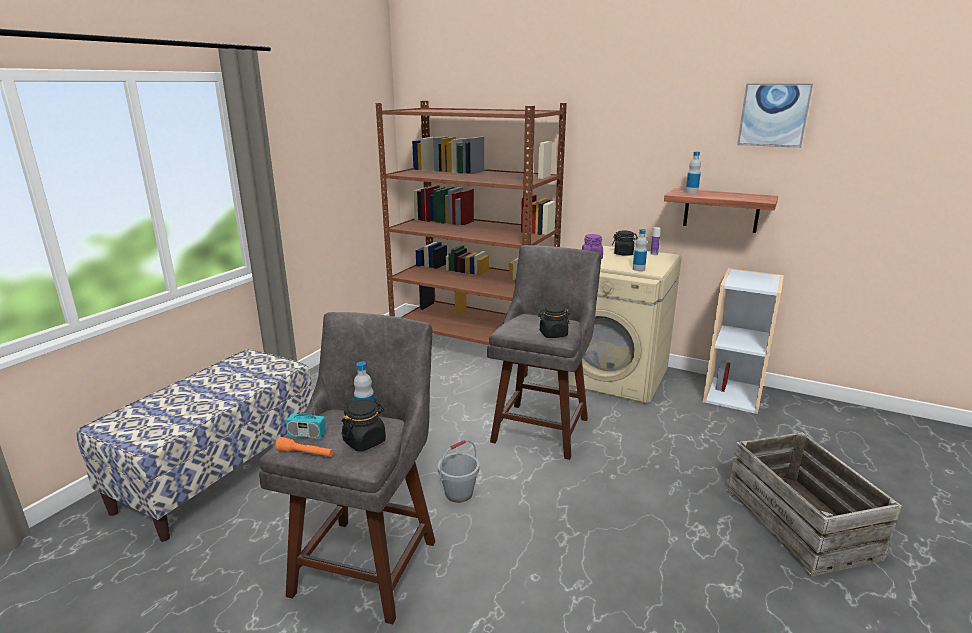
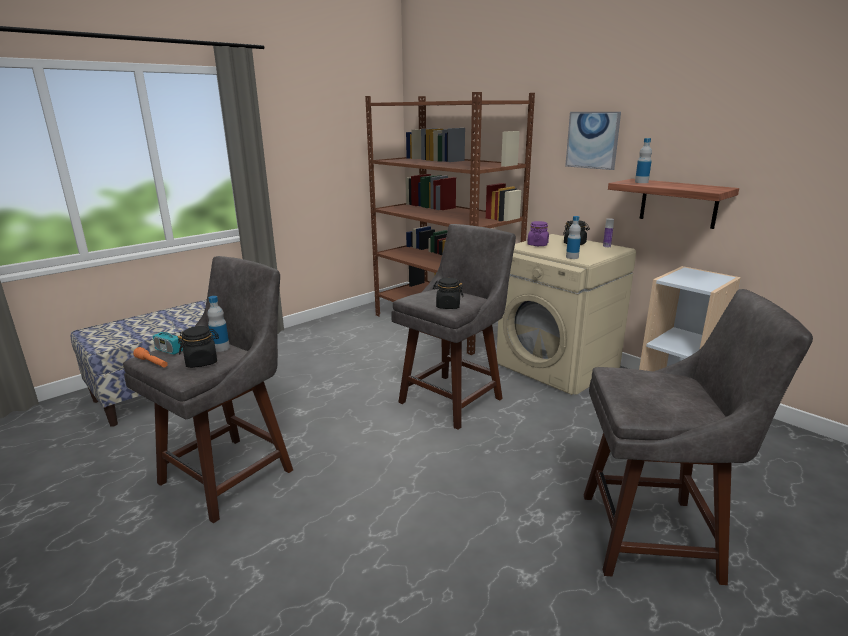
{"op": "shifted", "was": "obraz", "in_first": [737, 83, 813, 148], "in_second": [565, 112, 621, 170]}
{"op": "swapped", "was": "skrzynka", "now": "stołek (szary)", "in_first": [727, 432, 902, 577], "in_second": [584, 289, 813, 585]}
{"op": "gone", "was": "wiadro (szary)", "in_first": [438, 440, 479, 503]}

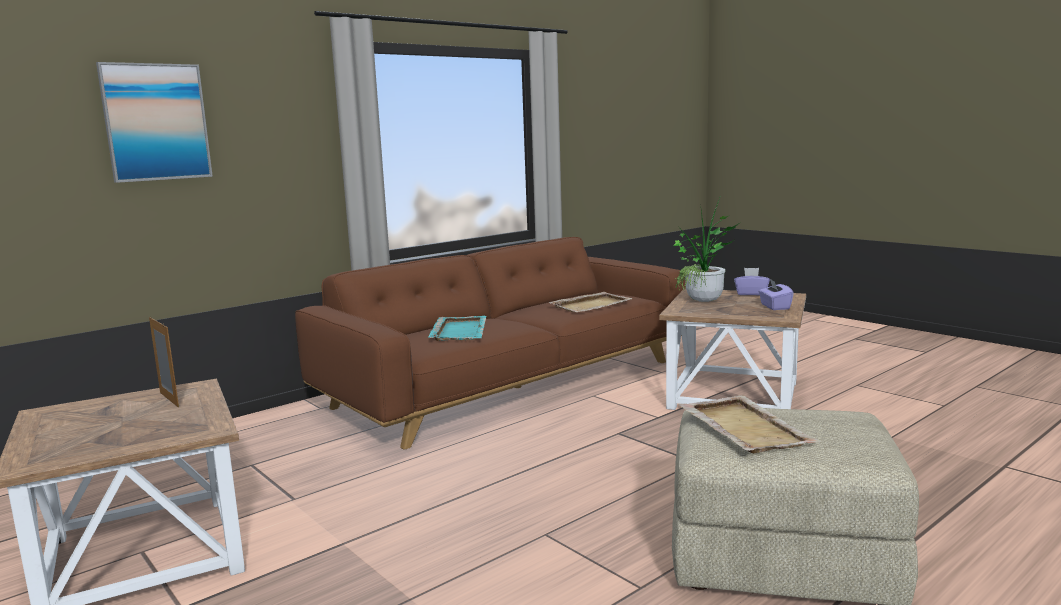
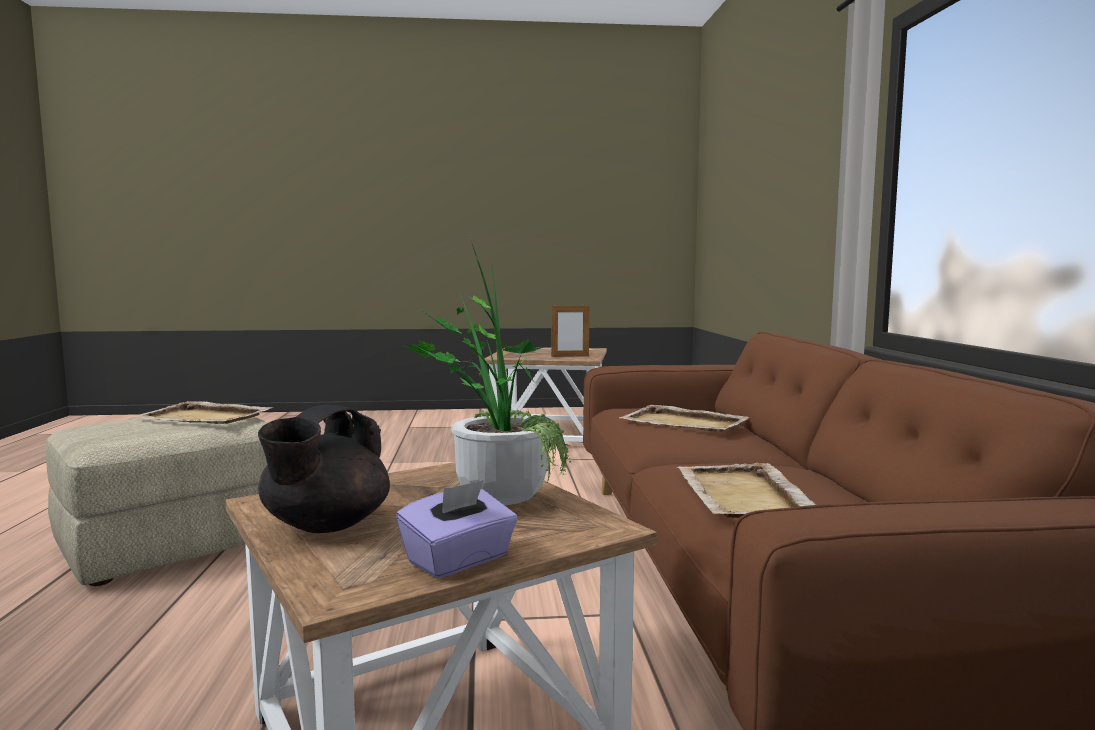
{"op": "gone", "was": "obraz", "in_first": [96, 62, 213, 183]}
{"op": "swapped", "was": "pudełko chusteczek (fioletowy)", "now": "imbryk (czarny)", "in_first": [758, 279, 794, 310], "in_second": [258, 405, 390, 533]}
{"op": "repainted", "was": "taca (turkusowy)", "now": "taca (beżowy)", "in_first": [428, 316, 486, 341], "in_second": [619, 405, 749, 432]}

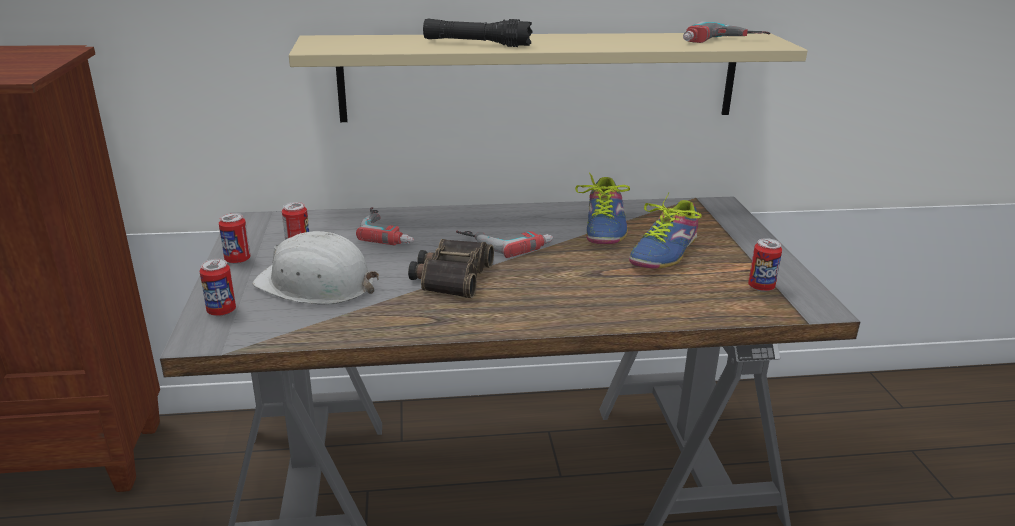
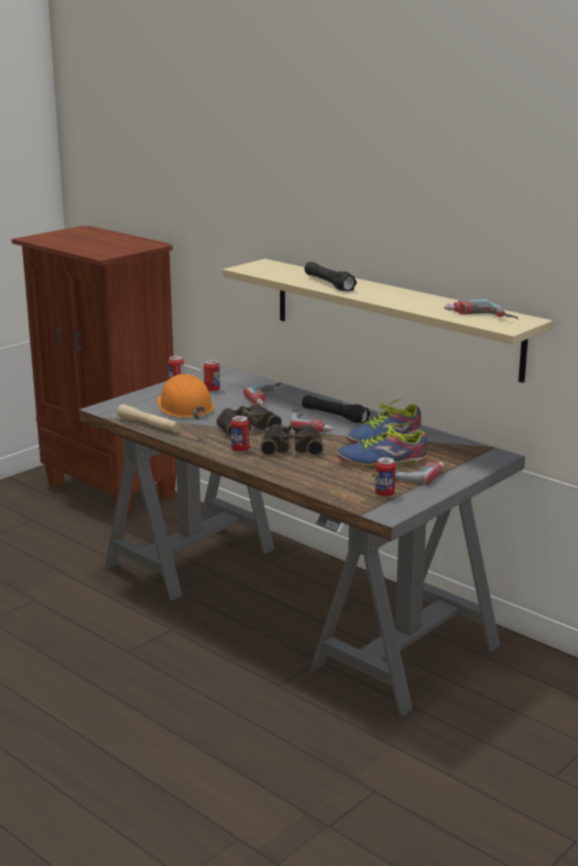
{"op": "repainted", "was": "kask (biały)", "now": "kask (pomarańczowy)", "in_first": [252, 231, 379, 305], "in_second": [158, 374, 214, 419]}
{"op": "shifted", "was": "puszka", "in_first": [199, 259, 236, 316], "in_second": [231, 416, 249, 452]}
{"op": "new", "now": "latarka (czarny)", "in_second": [302, 395, 371, 423]}
{"op": "new", "now": "latarka (beżowy)", "in_second": [117, 404, 180, 432]}
{"op": "new", "now": "lornetka", "in_second": [260, 424, 324, 456]}
{"op": "new", "now": "wiertarka", "in_second": [372, 462, 444, 485]}

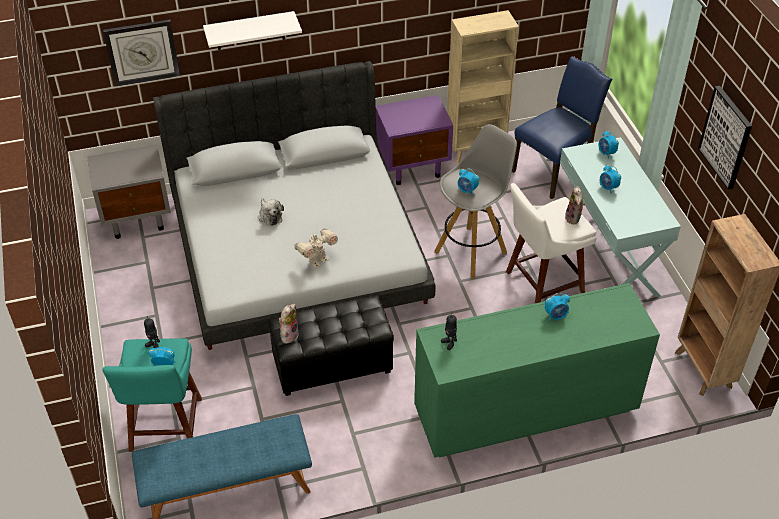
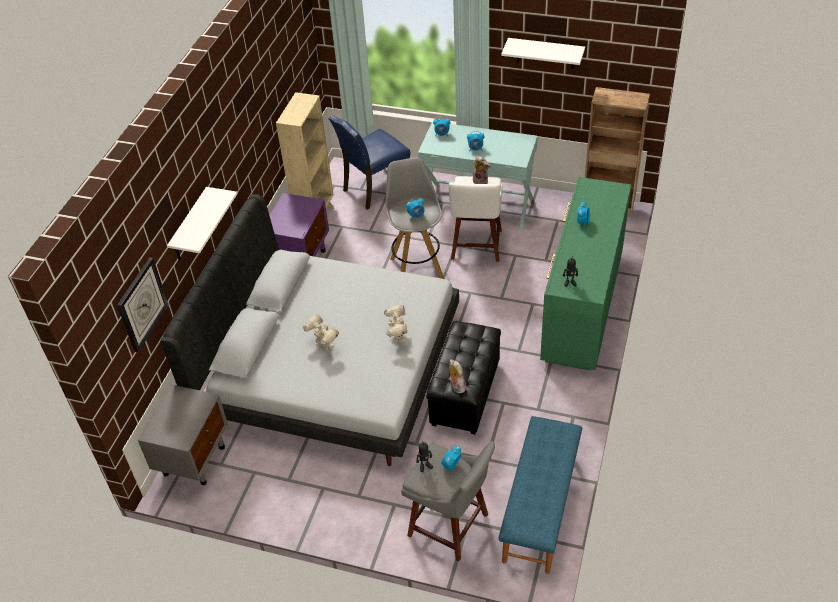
{"op": "rotated", "was": "krzesło (niebieski)", "in_first": [512, 56, 612, 199], "in_second": [328, 115, 411, 210], "clockwise": -120}
{"op": "swapped", "was": "obraz", "now": "półka (biały)", "in_first": [698, 86, 752, 190], "in_second": [501, 38, 585, 69]}
{"op": "swapped", "was": "pluszak", "now": "robot zabawkowy", "in_first": [259, 198, 284, 226], "in_second": [303, 314, 339, 350]}
{"op": "repainted", "was": "stołek (turkusowy)", "now": "stołek (szary)", "in_first": [102, 338, 202, 452], "in_second": [401, 441, 495, 561]}

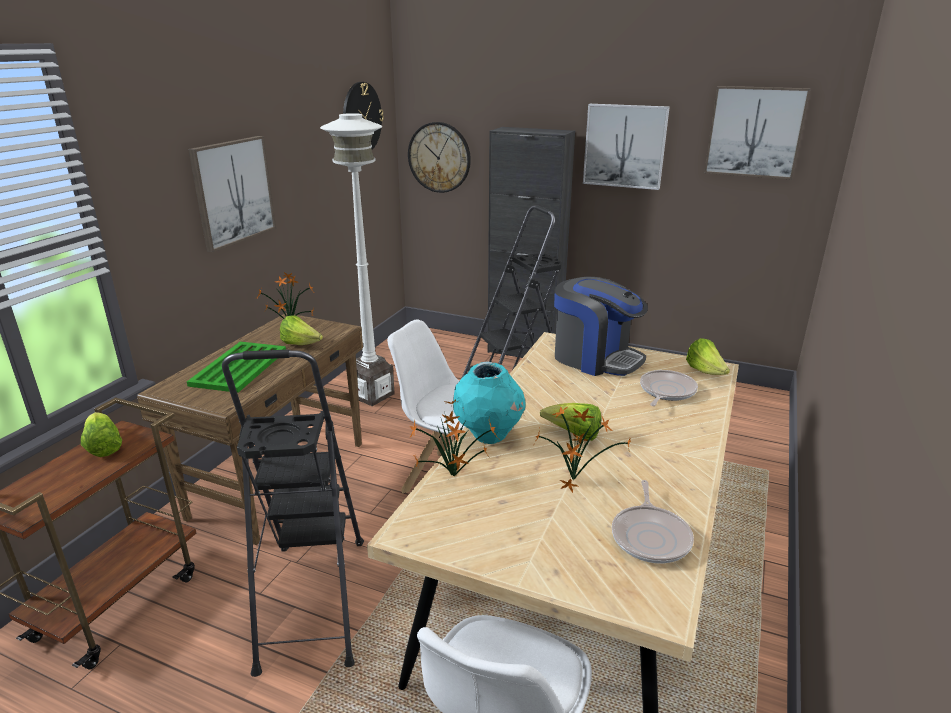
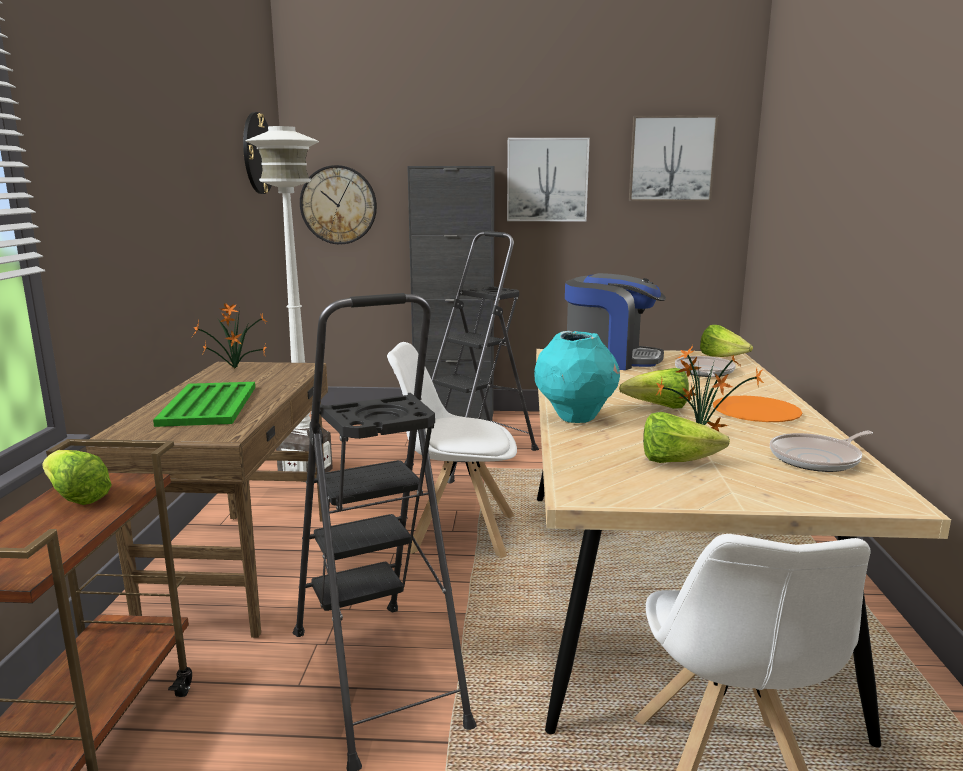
{"op": "gone", "was": "obraz", "in_first": [188, 136, 276, 252]}
{"op": "shifted", "was": "sałata", "in_first": [280, 315, 323, 345], "in_second": [643, 412, 730, 463]}
{"op": "gone", "was": "roślina doniczkowa", "in_first": [409, 400, 499, 477]}
{"op": "rotated", "was": "patelnia", "in_first": [612, 480, 694, 563], "in_second": [770, 431, 873, 472], "clockwise": 75}
{"op": "new", "now": "talerz (pomarańczowy)", "in_second": [713, 396, 803, 422]}

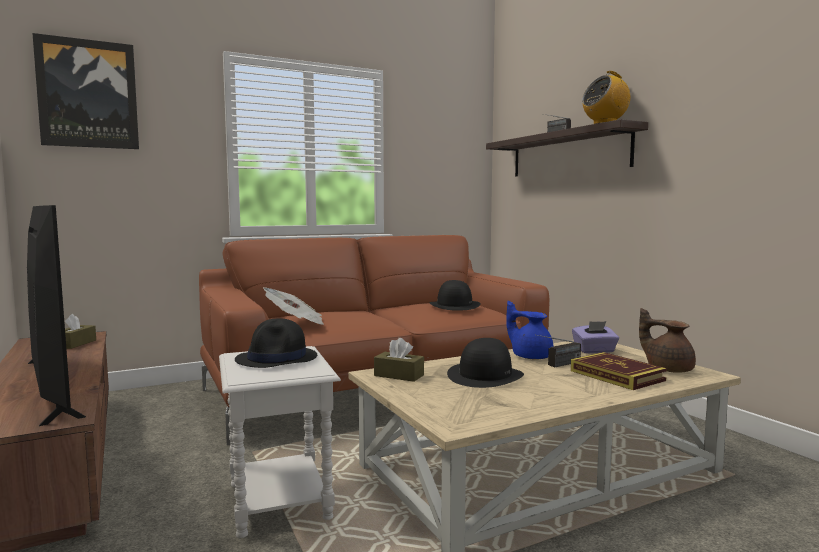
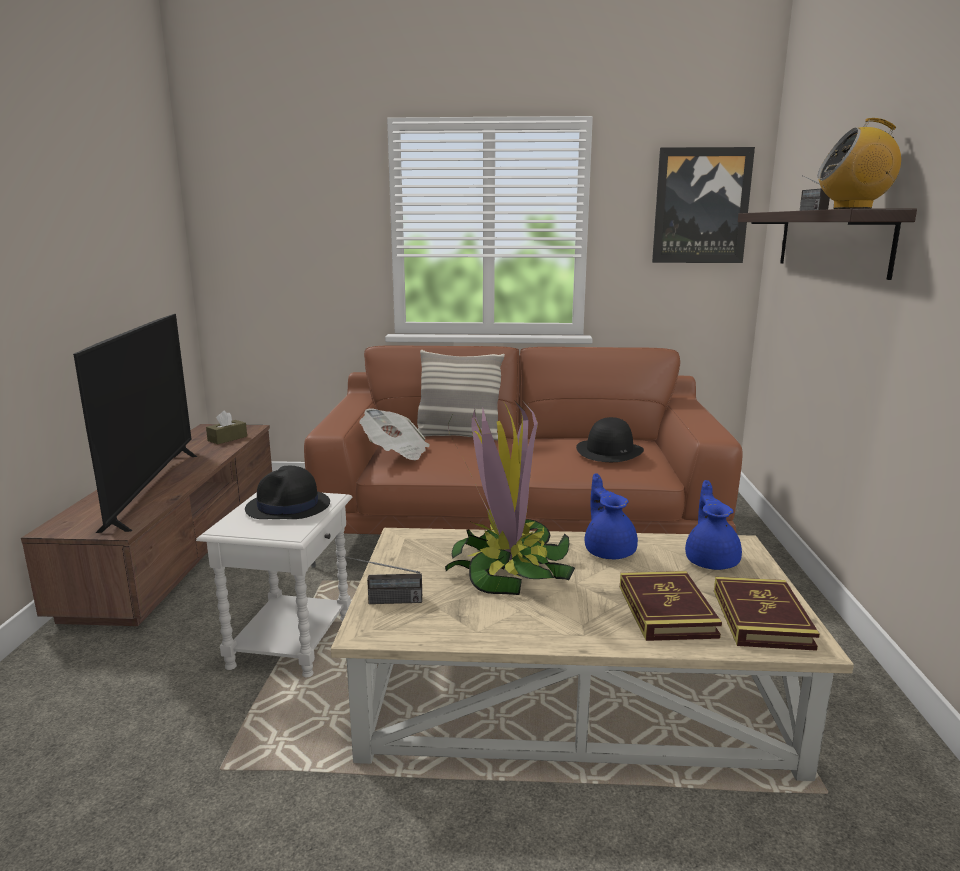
{"op": "shifted", "was": "obraz", "in_first": [32, 33, 139, 149], "in_second": [652, 147, 755, 263]}
{"op": "swapped", "was": "imbryk (brązowy)", "now": "książka", "in_first": [639, 308, 696, 373], "in_second": [714, 577, 820, 651]}
{"op": "swapped", "was": "pudełko chusteczek (fioletowy)", "now": "imbryk (niebieski)", "in_first": [572, 321, 619, 353], "in_second": [685, 480, 742, 570]}
{"op": "shifted", "was": "radio", "in_first": [535, 334, 581, 367], "in_second": [338, 555, 422, 604]}
{"op": "gone", "was": "pudełko chusteczek (brązowy)", "in_first": [374, 338, 424, 382]}
{"op": "swapped", "was": "kapelusz (czarny)", "now": "roślina doniczkowa", "in_first": [447, 338, 524, 388], "in_second": [445, 399, 575, 595]}
{"op": "new", "now": "poduszka", "in_second": [417, 350, 505, 440]}

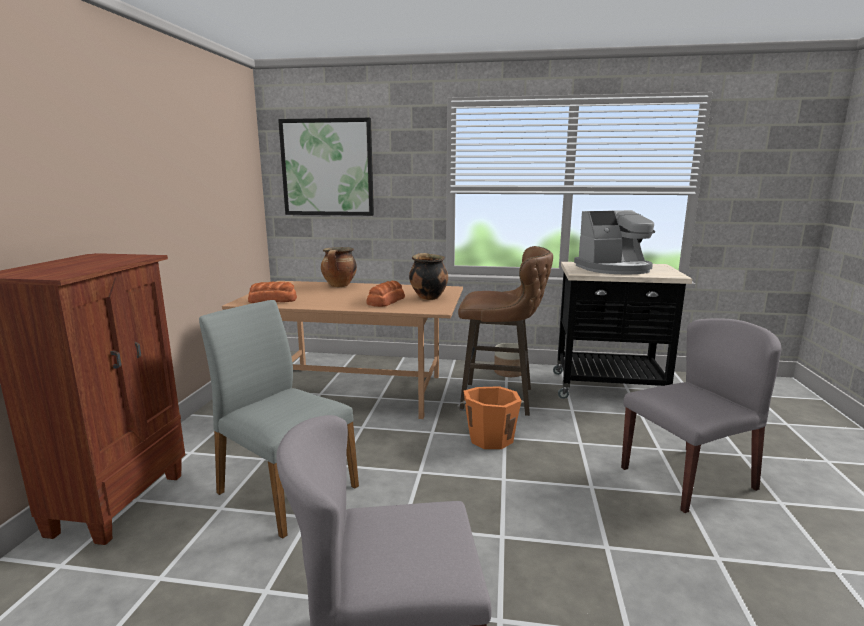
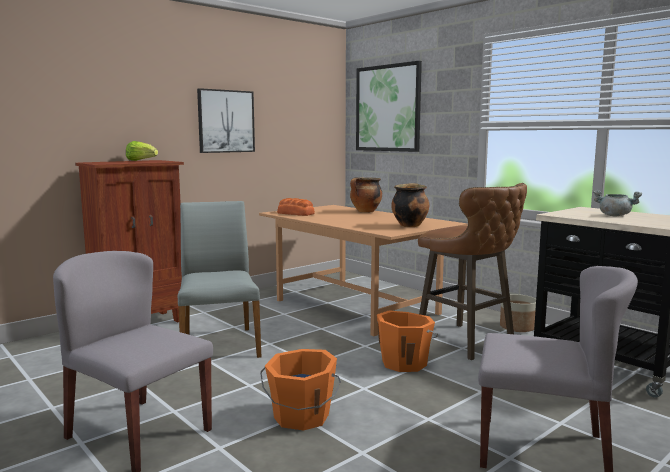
{"op": "swapped", "was": "ekspres do kawy", "now": "garnek (szary)", "in_first": [574, 210, 655, 274], "in_second": [593, 190, 642, 216]}
{"op": "gone", "was": "chleb", "in_first": [367, 281, 405, 307]}
{"op": "new", "now": "obraz", "in_second": [197, 88, 255, 153]}
{"op": "new", "now": "sałata", "in_second": [126, 141, 158, 161]}
{"op": "new", "now": "wiadro (pomarańczowy)", "in_second": [260, 349, 341, 431]}

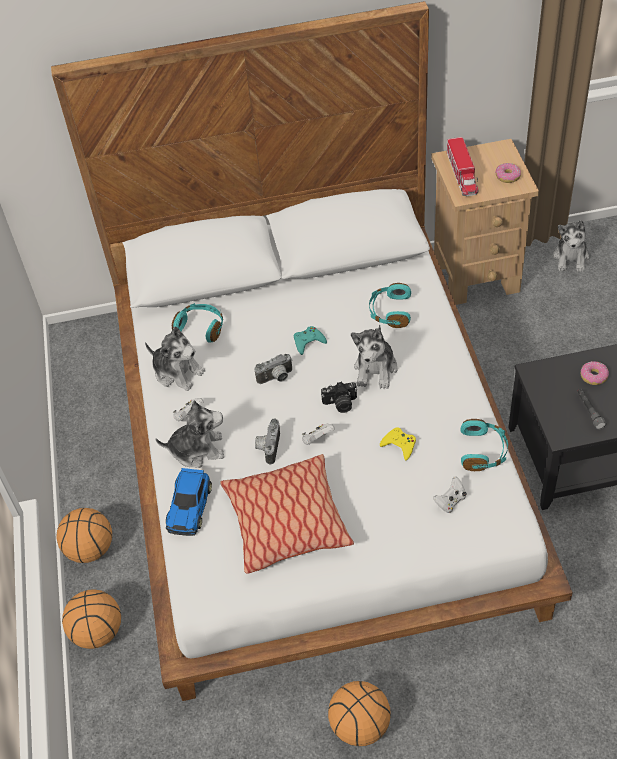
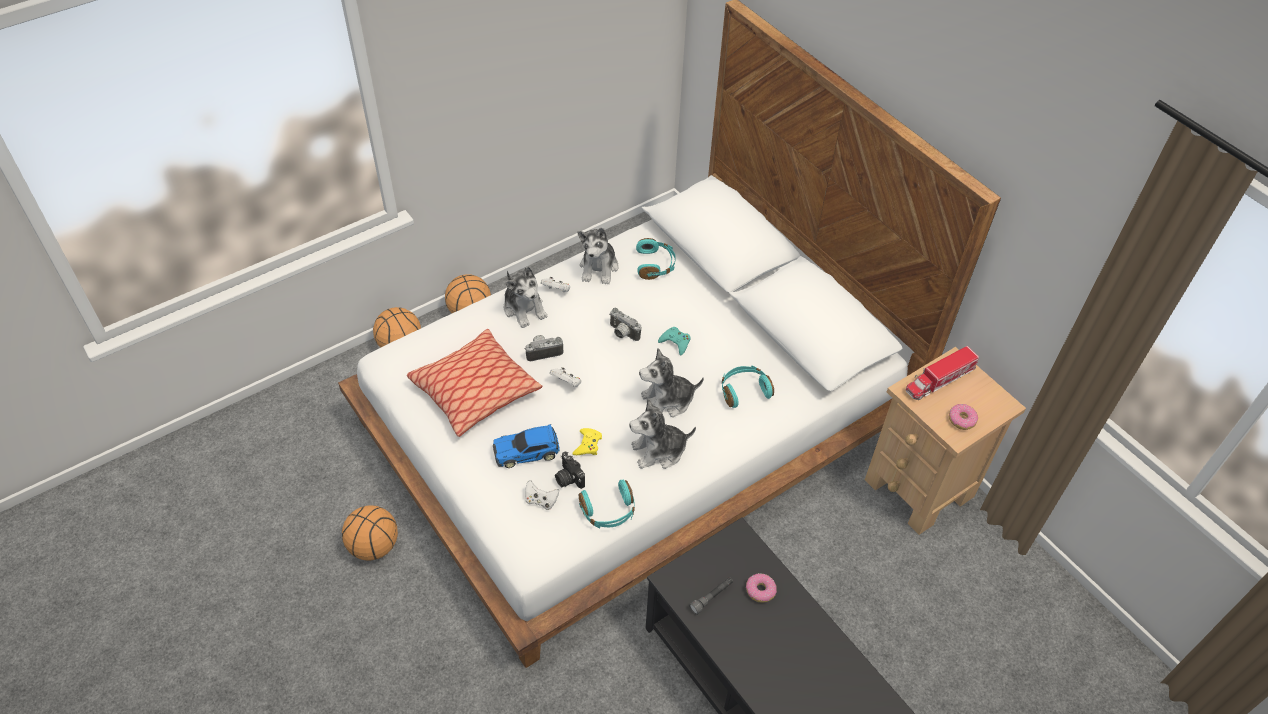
{"op": "shifted", "was": "pluszak", "in_first": [553, 220, 589, 272], "in_second": [629, 398, 696, 469]}
{"op": "shifted", "was": "aparat fotograficzny", "in_first": [321, 381, 357, 413], "in_second": [555, 451, 585, 489]}
{"op": "shifted", "was": "samochodzik", "in_first": [166, 468, 212, 536], "in_second": [493, 424, 560, 468]}

